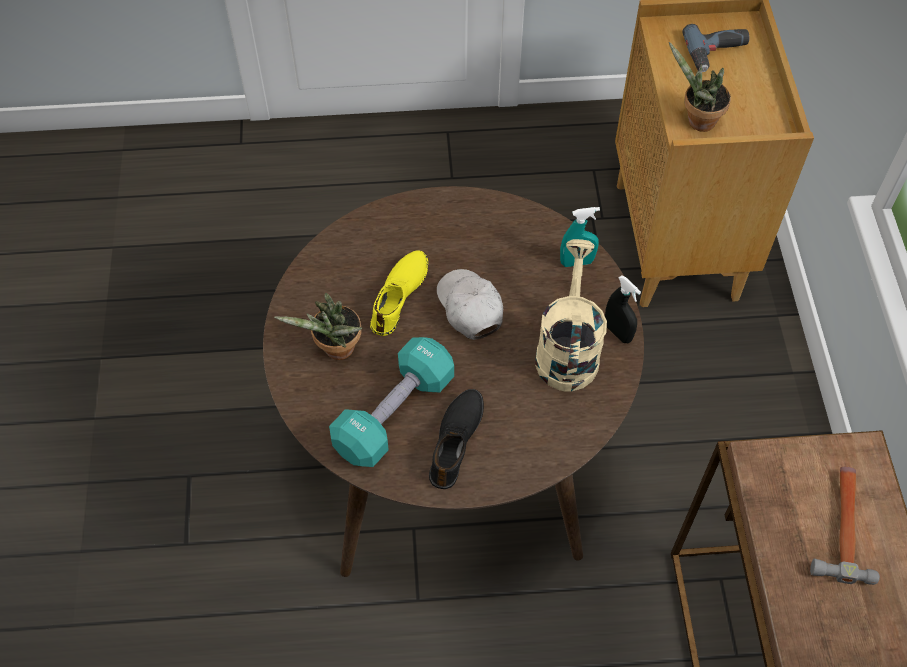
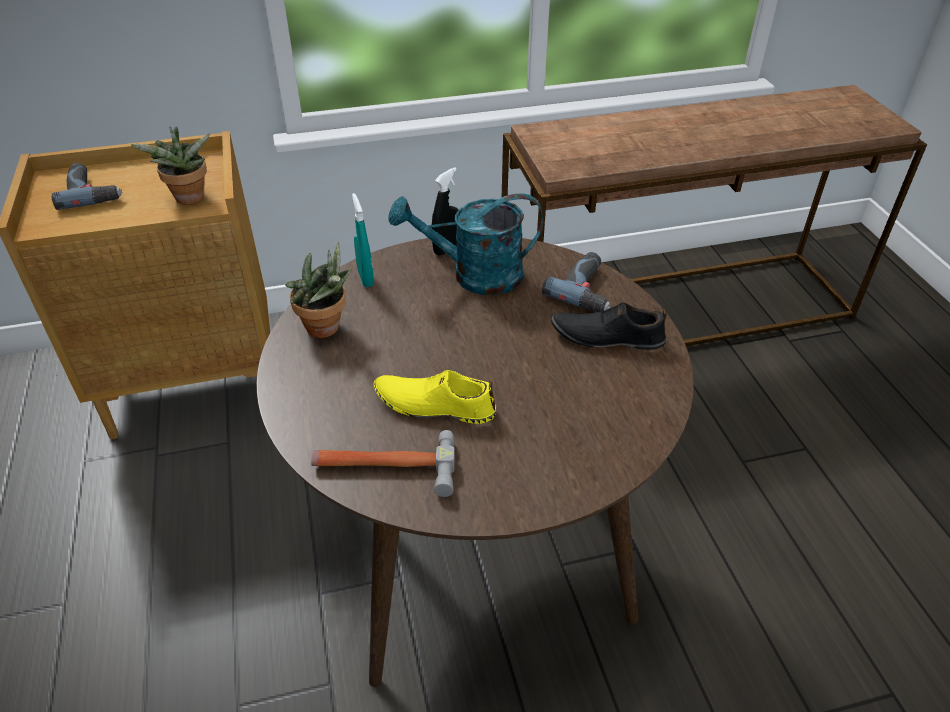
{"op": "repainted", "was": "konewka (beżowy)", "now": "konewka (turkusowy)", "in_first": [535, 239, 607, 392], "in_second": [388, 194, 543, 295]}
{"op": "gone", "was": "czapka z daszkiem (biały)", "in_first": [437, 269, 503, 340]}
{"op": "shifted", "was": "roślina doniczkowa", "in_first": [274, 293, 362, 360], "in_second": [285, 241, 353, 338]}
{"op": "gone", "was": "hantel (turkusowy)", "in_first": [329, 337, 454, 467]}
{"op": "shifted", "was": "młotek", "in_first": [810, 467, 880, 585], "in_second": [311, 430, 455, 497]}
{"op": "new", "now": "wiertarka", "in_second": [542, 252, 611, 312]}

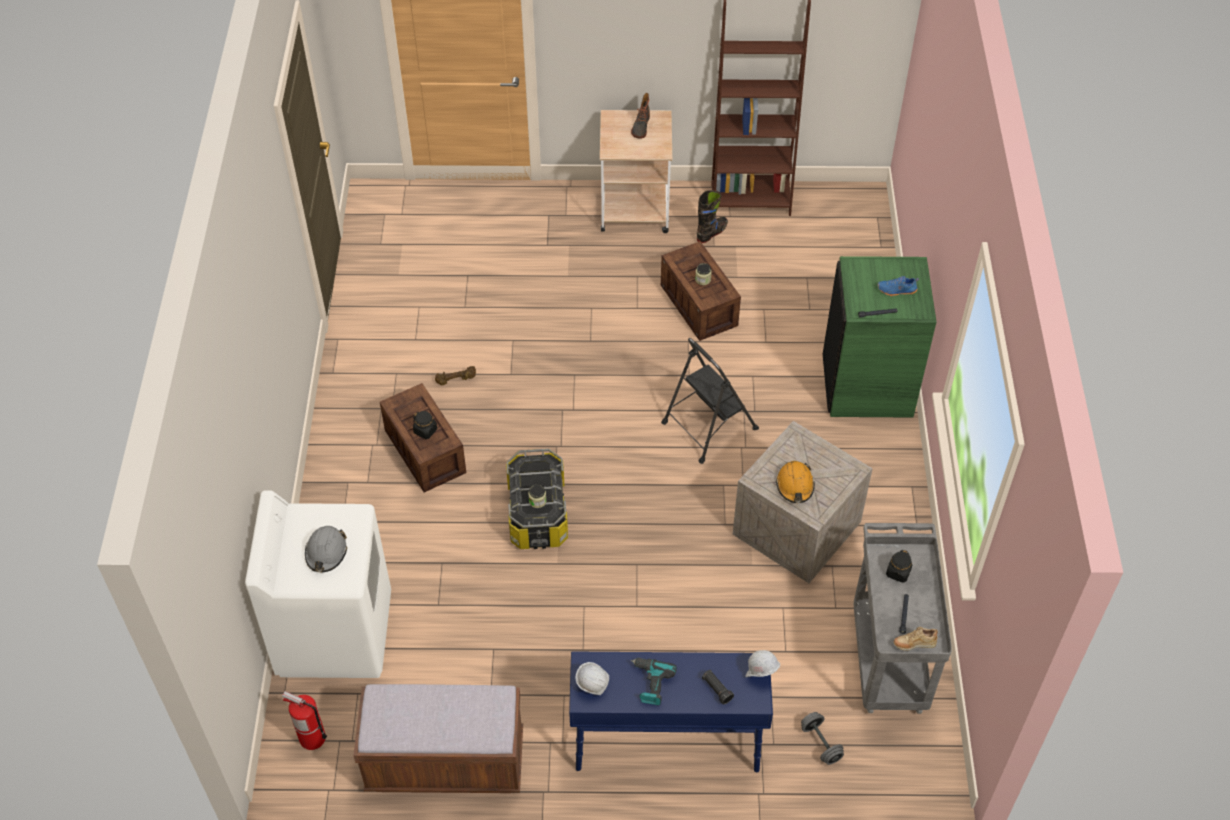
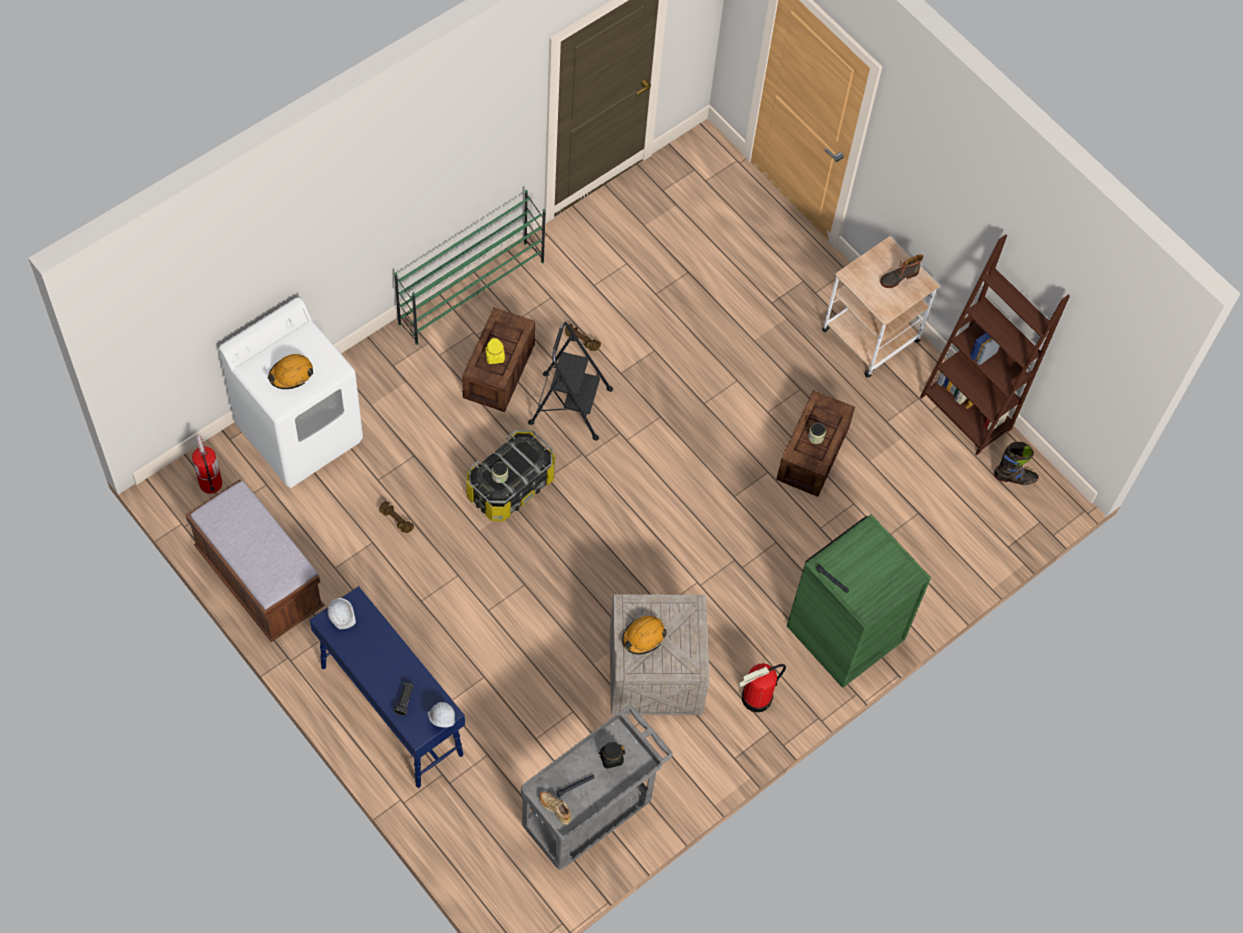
{"op": "shifted", "was": "but z cholewką (czarny)", "in_first": [697, 190, 728, 243], "in_second": [994, 441, 1039, 485]}
{"op": "gone", "was": "but (niebieski)", "in_first": [877, 276, 919, 296]}
{"op": "shifted", "was": "drabinka (czarny)", "in_first": [661, 338, 759, 464], "in_second": [528, 322, 613, 441]}
{"op": "repainted", "was": "słoik (czarny)", "now": "słoik (żółty)", "in_first": [413, 411, 437, 439], "in_second": [485, 338, 505, 364]}
{"op": "repainted", "was": "kask (szary)", "now": "kask (pomarańczowy)", "in_first": [305, 526, 347, 573], "in_second": [267, 354, 313, 389]}
{"op": "gone", "was": "wiertarka", "in_first": [631, 658, 677, 705]}
{"op": "gone", "was": "hantel (szary)", "in_first": [801, 712, 844, 765]}
{"op": "new", "now": "regał na buty (zielony)", "in_second": [394, 190, 546, 345]}
{"op": "new", "now": "hantel (brązowy)", "in_second": [379, 501, 414, 533]}
{"op": "new", "now": "gaśnica", "in_second": [738, 663, 786, 712]}

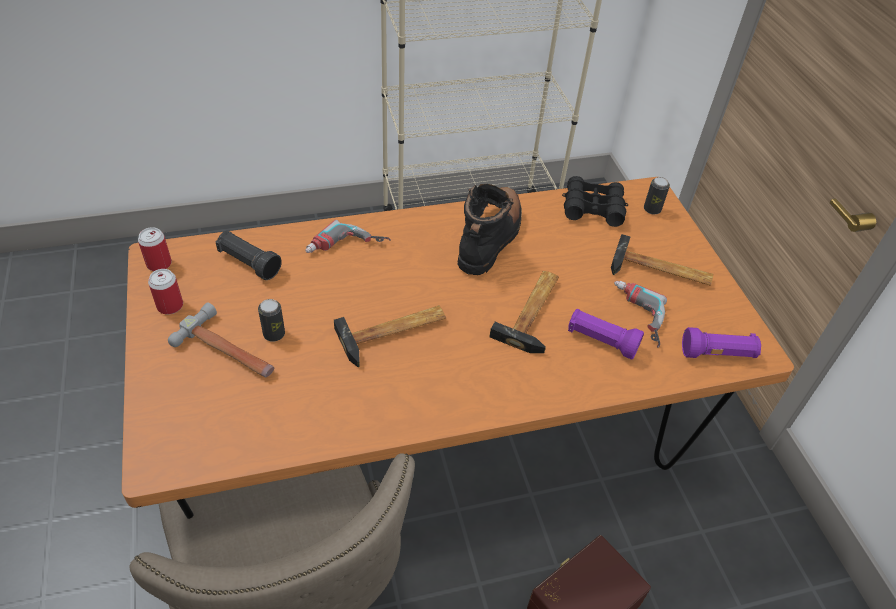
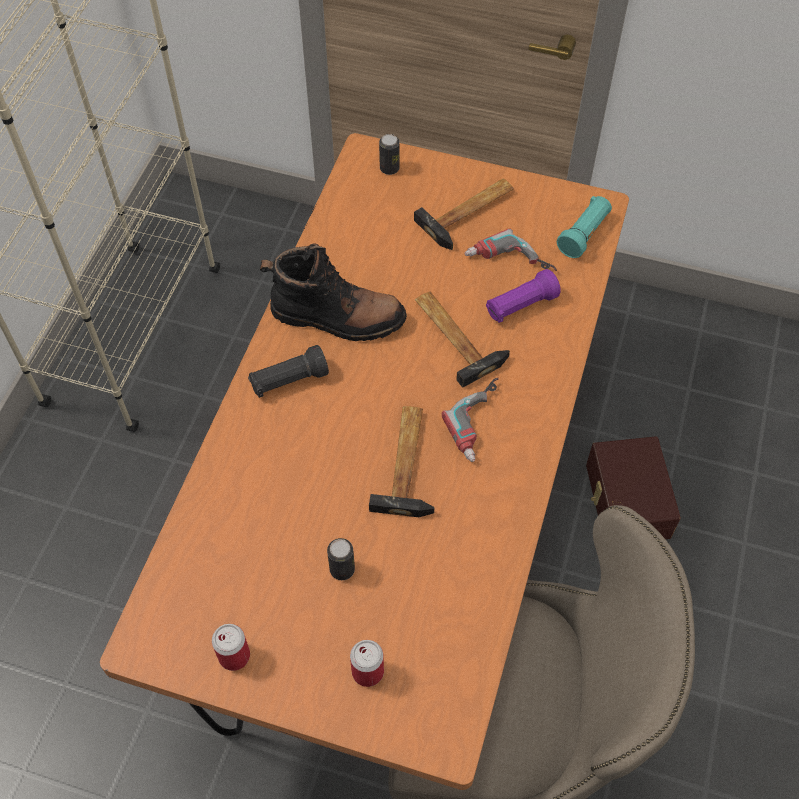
{"op": "gone", "was": "lornetka (czarny)", "in_first": [562, 176, 628, 227]}
{"op": "rotated", "was": "but z cholewką (czarny)", "in_first": [458, 184, 522, 275], "in_second": [260, 243, 407, 341], "clockwise": 135}
{"op": "shifted", "was": "wiertarka", "in_first": [305, 220, 391, 253], "in_second": [442, 378, 499, 462]}
{"op": "shifted", "was": "puszka", "in_first": [138, 227, 172, 271], "in_second": [350, 640, 384, 687]}
{"op": "shifted", "was": "latarka (czarny)", "in_first": [215, 231, 282, 280], "in_second": [248, 345, 329, 398]}
{"op": "gone", "was": "młotek", "in_first": [168, 302, 274, 377]}
{"op": "repainted", "was": "latarka (fioletowy)", "now": "latarka (turkusowy)", "in_first": [682, 327, 761, 358], "in_second": [557, 196, 612, 258]}

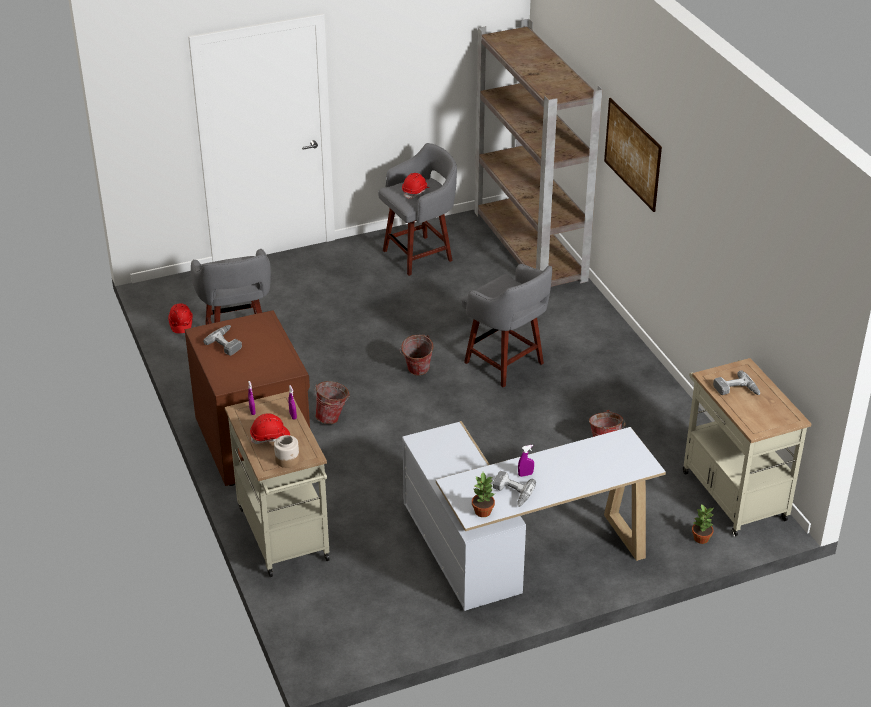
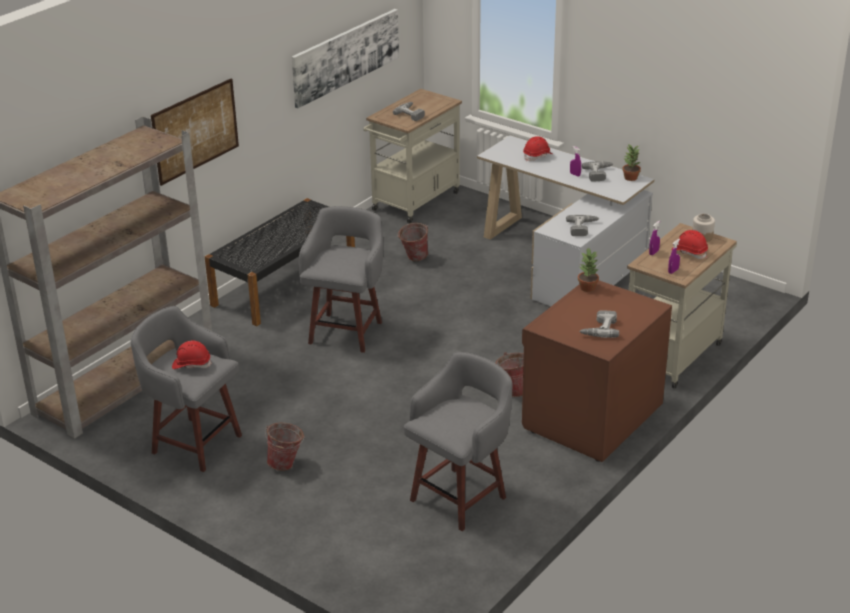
{"op": "shifted", "was": "kask (czerwony)", "in_first": [168, 303, 193, 333], "in_second": [523, 136, 552, 161]}
{"op": "shifted", "was": "wiadro", "in_first": [400, 335, 433, 376], "in_second": [265, 423, 305, 471]}
{"op": "shifted", "was": "roślina doniczkowa", "in_first": [692, 504, 714, 544], "in_second": [578, 248, 599, 292]}
{"op": "new", "now": "obraz", "in_second": [291, 9, 399, 108]}
{"op": "new", "now": "ławka (czarny)", "in_second": [205, 198, 355, 326]}
{"op": "new", "now": "wiertarka", "in_second": [566, 215, 600, 236]}

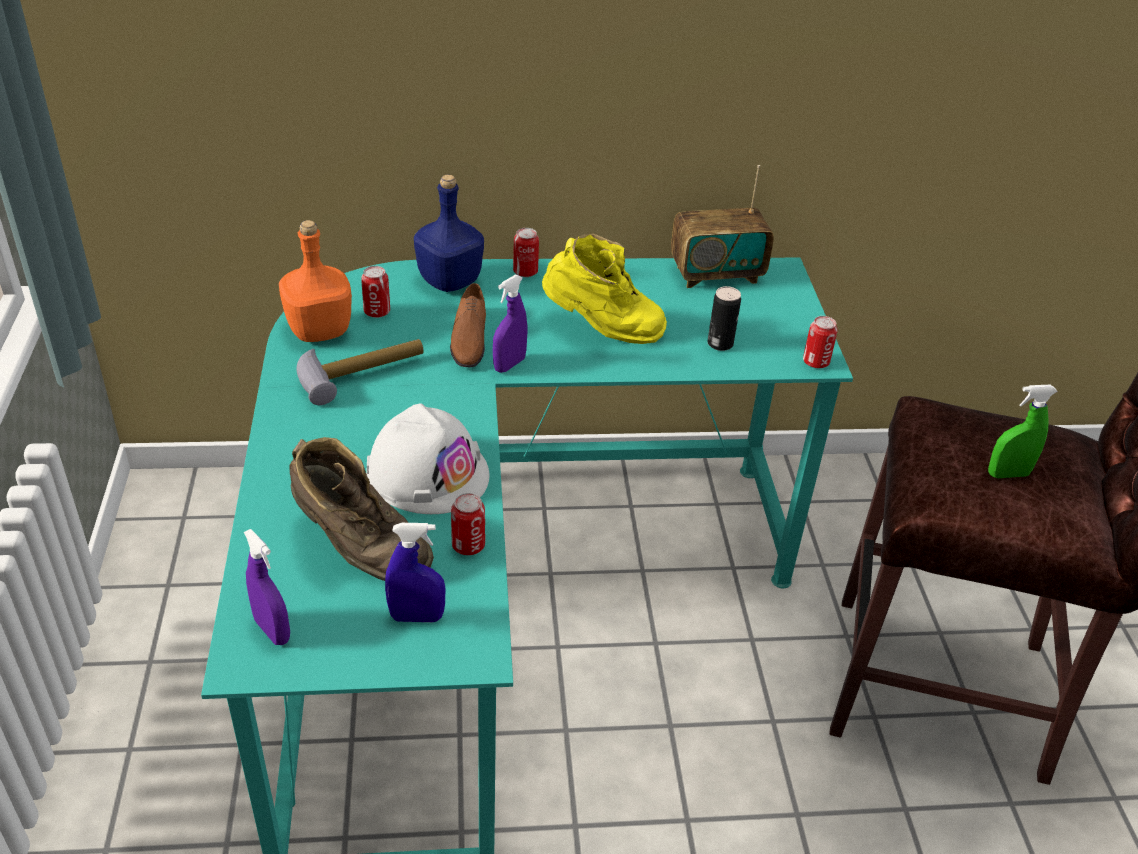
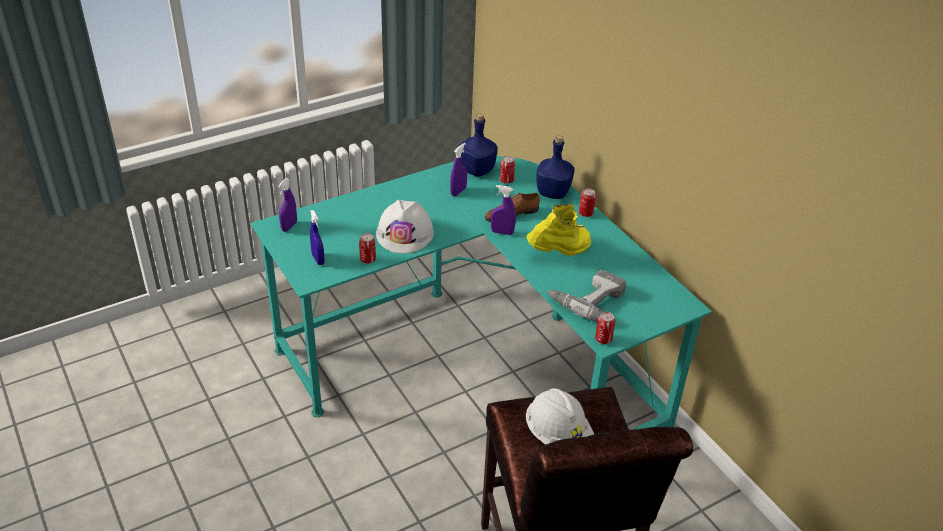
{"op": "gone", "was": "radio", "in_first": [671, 165, 774, 288]}
{"op": "repainted", "was": "butelka (pomarańczowy)", "now": "butelka (niebieski)", "in_first": [279, 220, 352, 342], "in_second": [460, 114, 498, 177]}
{"op": "rotated", "was": "but z cholewką (żółty)", "in_first": [542, 234, 667, 344], "in_second": [527, 204, 591, 256], "clockwise": -105}
{"op": "swapped", "was": "puszka", "now": "wiertarka", "in_first": [707, 286, 741, 351], "in_second": [547, 270, 626, 322]}
{"op": "swapped", "was": "młotek", "now": "spryskiwacz (fioletowy)", "in_first": [297, 339, 424, 405], "in_second": [450, 143, 467, 196]}
{"op": "swapped", "was": "spryskiwacz (zielony)", "now": "kask (biały)", "in_first": [988, 385, 1058, 478], "in_second": [526, 388, 594, 445]}
{"op": "gone", "was": "but z cholewką (brązowy)", "in_first": [289, 437, 434, 581]}

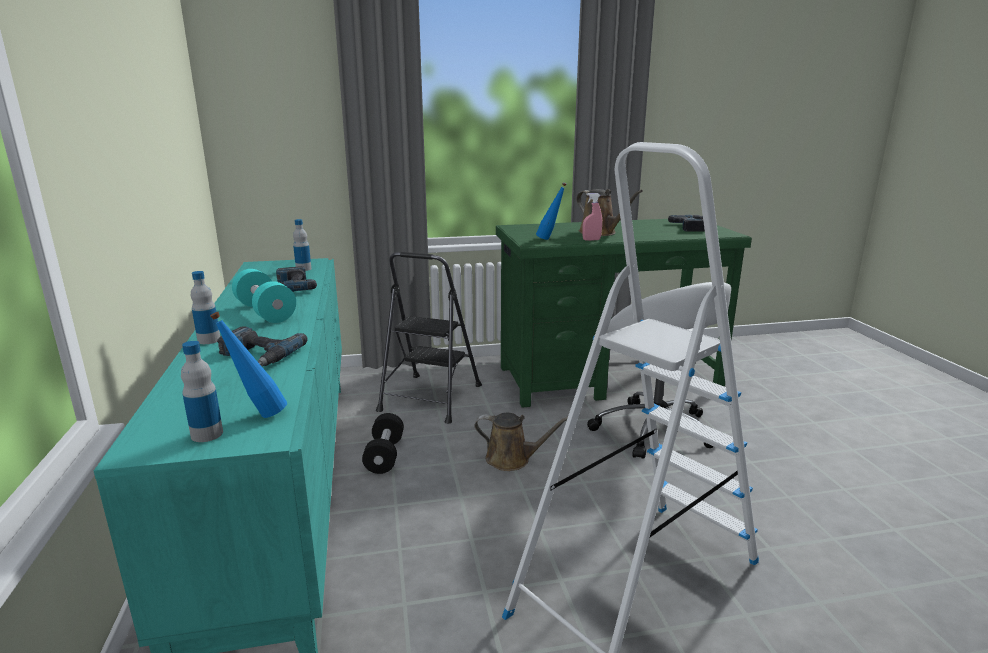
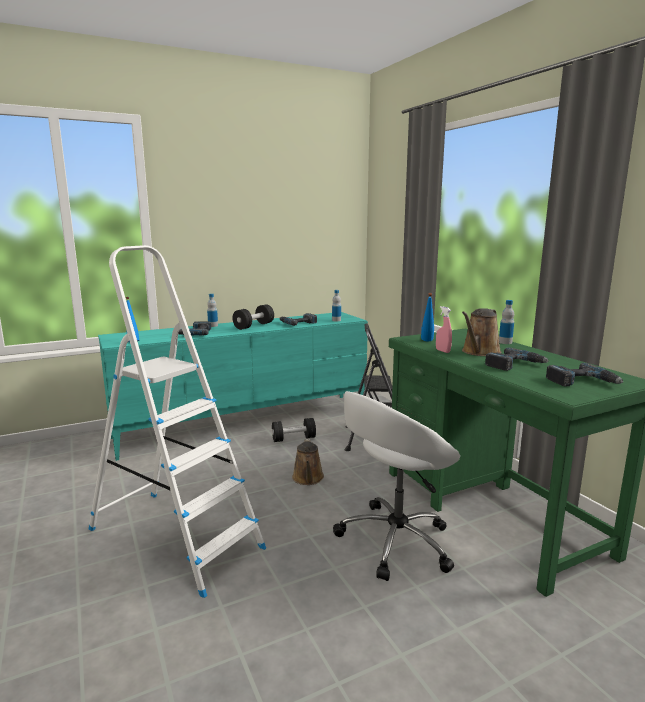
{"op": "repainted", "was": "hantel (turkusowy)", "now": "hantel (czarny)", "in_first": [232, 269, 296, 323], "in_second": [232, 304, 274, 330]}
{"op": "shifted", "was": "butelka", "in_first": [181, 341, 223, 442], "in_second": [499, 300, 514, 344]}
{"op": "new", "now": "wiertarka", "in_second": [485, 347, 549, 371]}

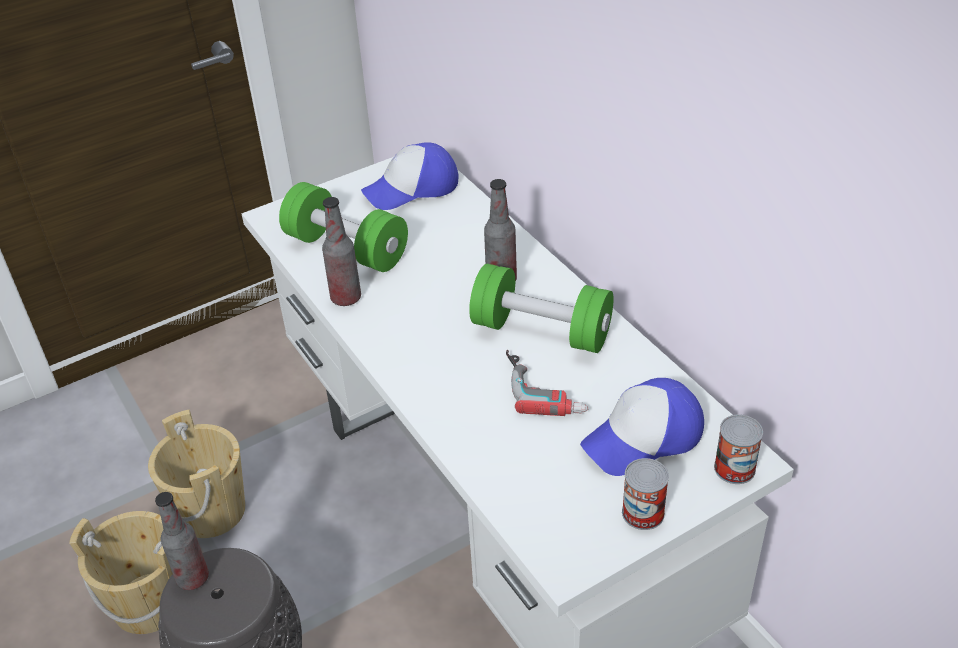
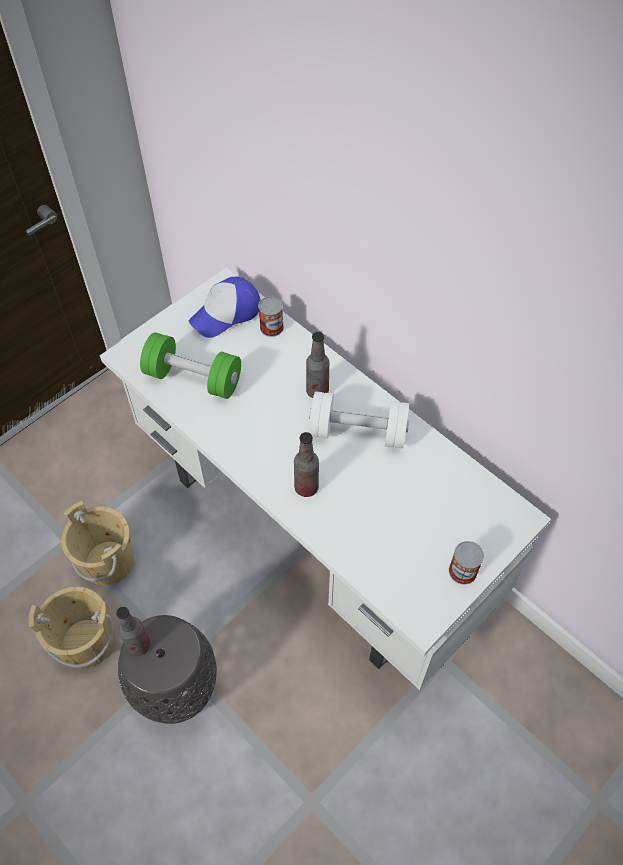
{"op": "shifted", "was": "butelka", "in_first": [322, 197, 361, 306], "in_second": [294, 432, 319, 497]}
{"op": "repainted", "was": "hantel (zielony)", "now": "hantel (biały)", "in_first": [469, 264, 614, 353], "in_second": [309, 391, 409, 448]}
{"op": "gone", "was": "wiertarka", "in_first": [506, 350, 589, 416]}
{"op": "gone", "was": "czapka z daszkiem", "in_first": [580, 378, 704, 476]}
{"op": "shifted", "was": "puszka", "in_first": [714, 414, 763, 484], "in_second": [258, 296, 284, 337]}

